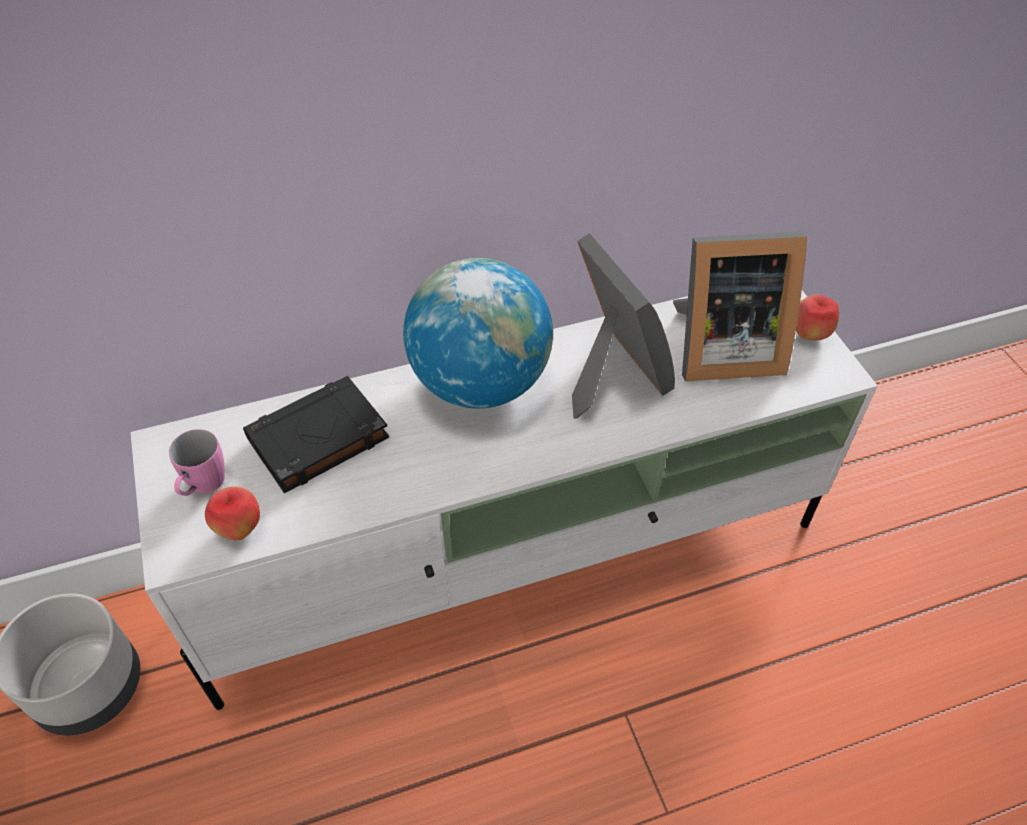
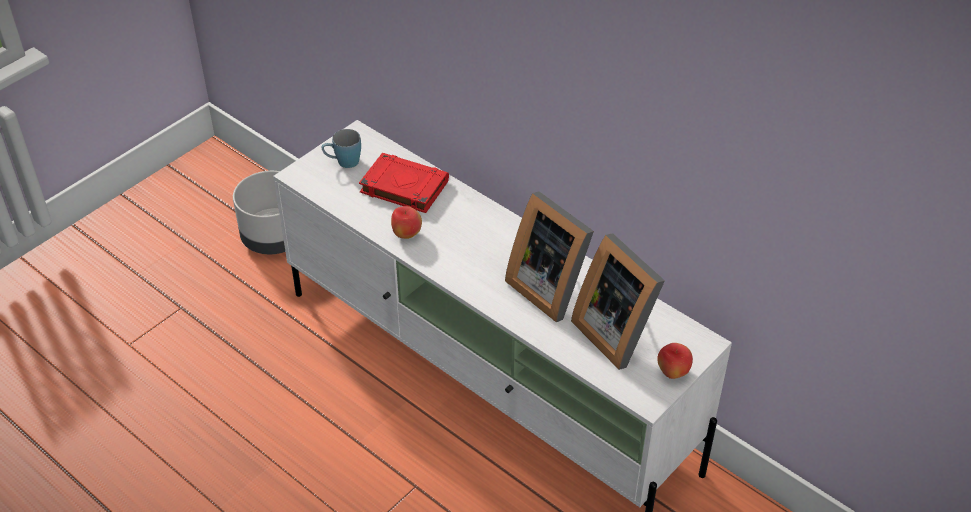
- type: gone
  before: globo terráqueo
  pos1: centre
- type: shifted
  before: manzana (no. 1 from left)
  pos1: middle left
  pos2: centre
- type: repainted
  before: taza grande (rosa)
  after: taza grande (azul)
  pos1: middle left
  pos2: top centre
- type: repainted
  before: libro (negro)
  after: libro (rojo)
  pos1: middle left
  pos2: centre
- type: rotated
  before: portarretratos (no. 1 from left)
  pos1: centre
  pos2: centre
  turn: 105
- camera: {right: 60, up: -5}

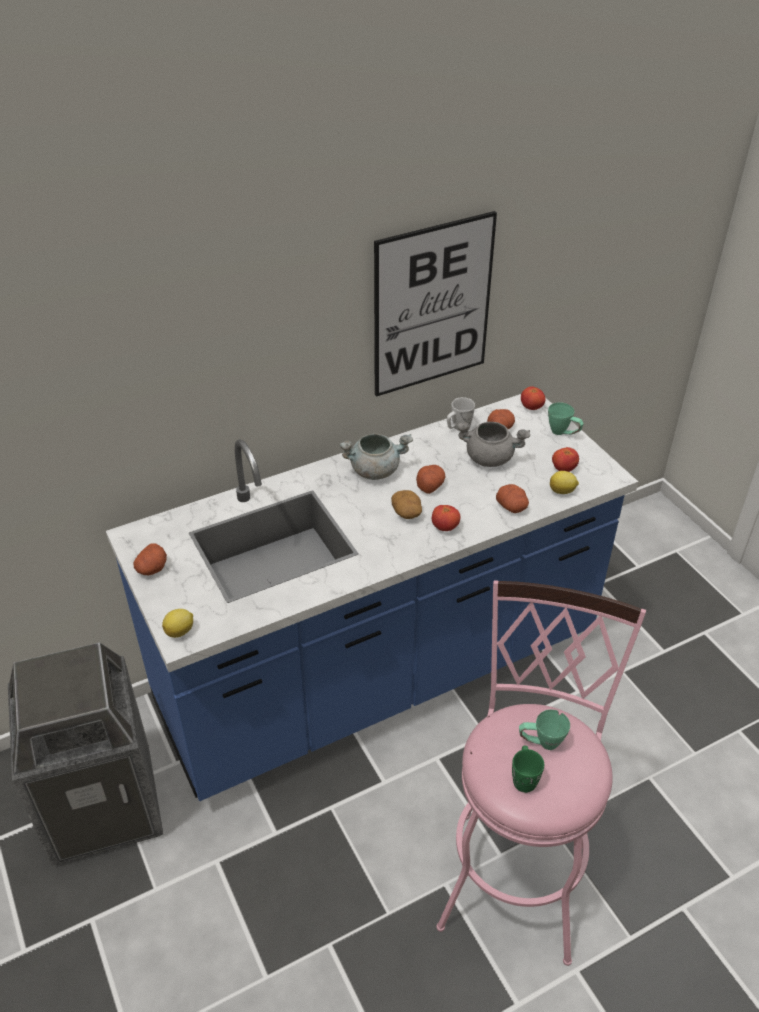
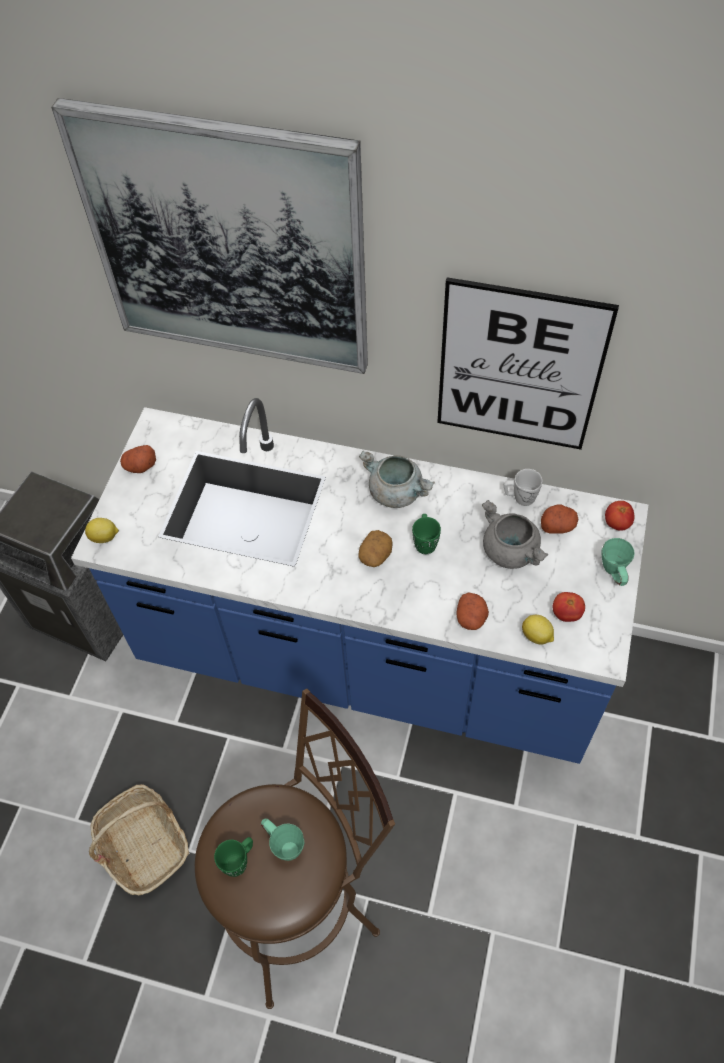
- type: gone
  before: tomate (no. 1 from left)
  pos1: centre
- type: new
  after: cuadro (no. 1 from left)
  pos2: top left
- type: new
  after: cesta
  pos2: bottom left
- type: swapped
  before: patata (no. 3 from left)
  after: taza grande (verde) (no. 3 from left)
  pos1: centre
  pos2: centre
- type: repainted
  before: taburete (rosa)
  after: taburete (marrón)
  pos1: bottom right
  pos2: bottom centre
- camera: {right: 45, up: 15}

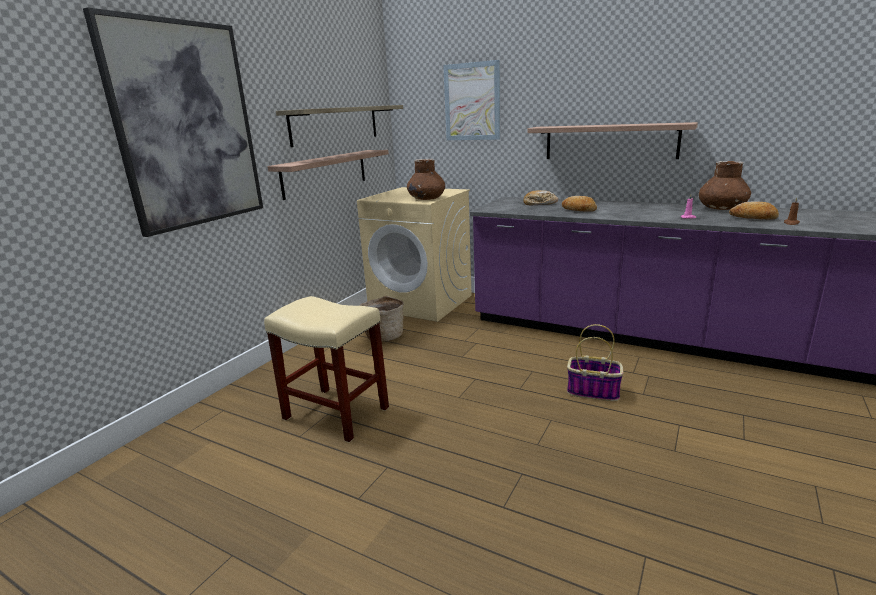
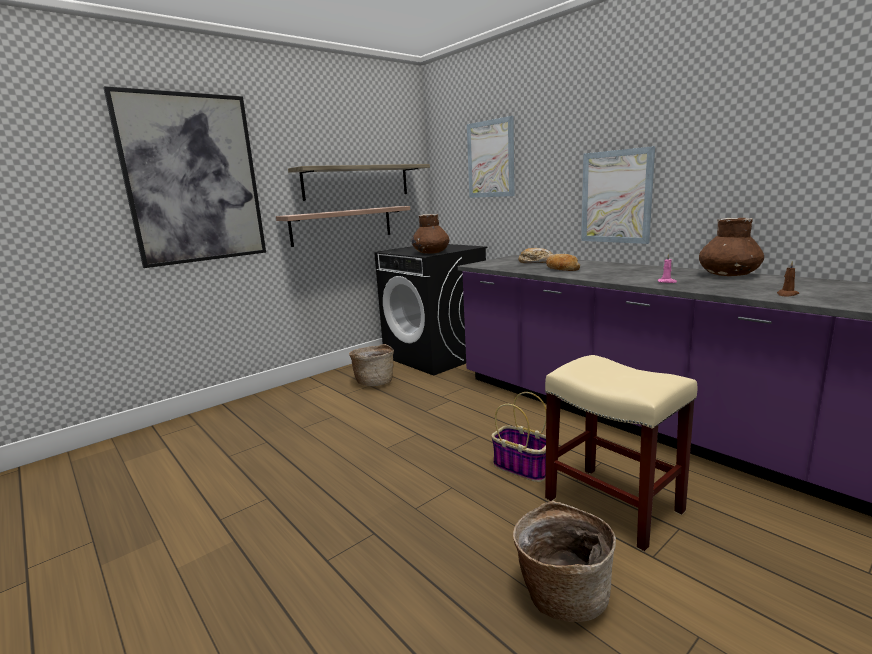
- type: gone
  before: pan (no. 3 from left)
  pos1: middle right
- type: new
  after: cesta (no. 3 from left)
  pos2: bottom centre
- type: shifted
  before: taburete (beis)
  pos1: centre
  pos2: bottom right
- type: swapped
  before: estante (no. 3 from left)
  after: cuadro (no. 3 from left)
  pos1: top right
  pos2: top right
- type: repainted
  before: lavadora (beis)
  after: lavadora (negro)
  pos1: centre
  pos2: centre
- camera: {right: 20, up: -5}

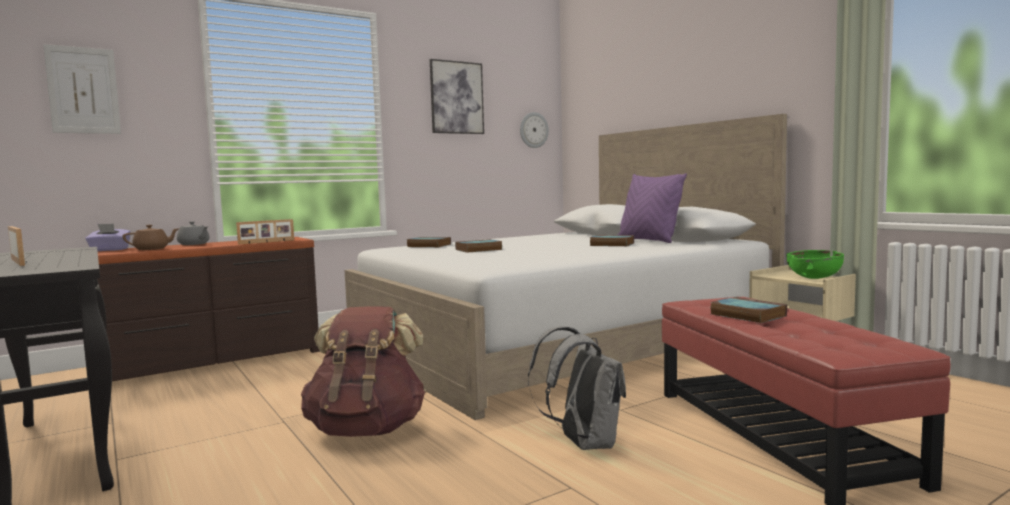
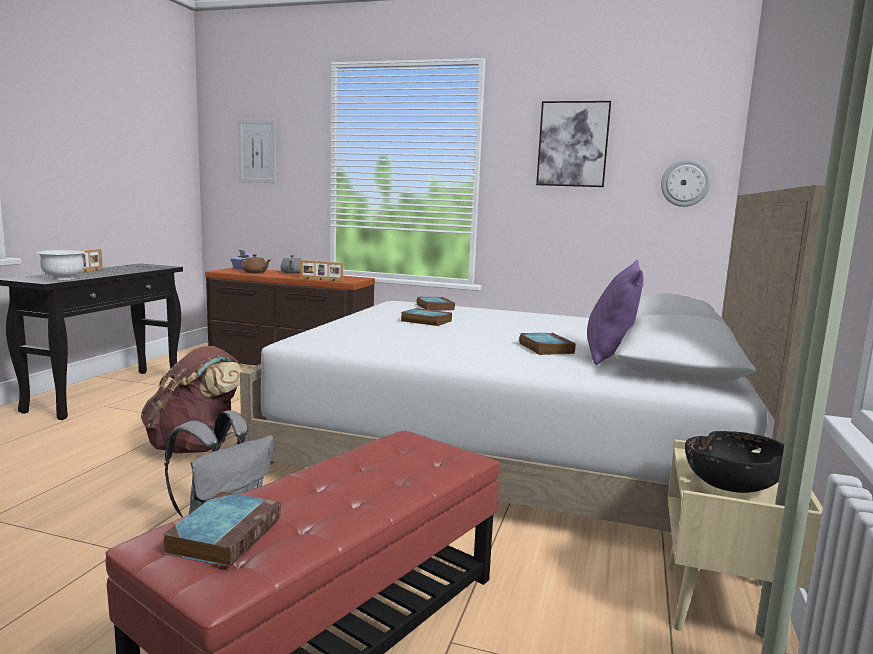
- type: new
  after: cuenco (blanco)
  pos2: middle left
- type: shifted
  before: libro (no. 4 from left in the first image)
  after: libro (no. 1 from left)
  pos1: middle right
  pos2: bottom left
- type: repainted
  before: cuenco (verde)
  after: cuenco (negro)
  pos1: middle right
  pos2: bottom right
- camera: {right: 50, up: 5}

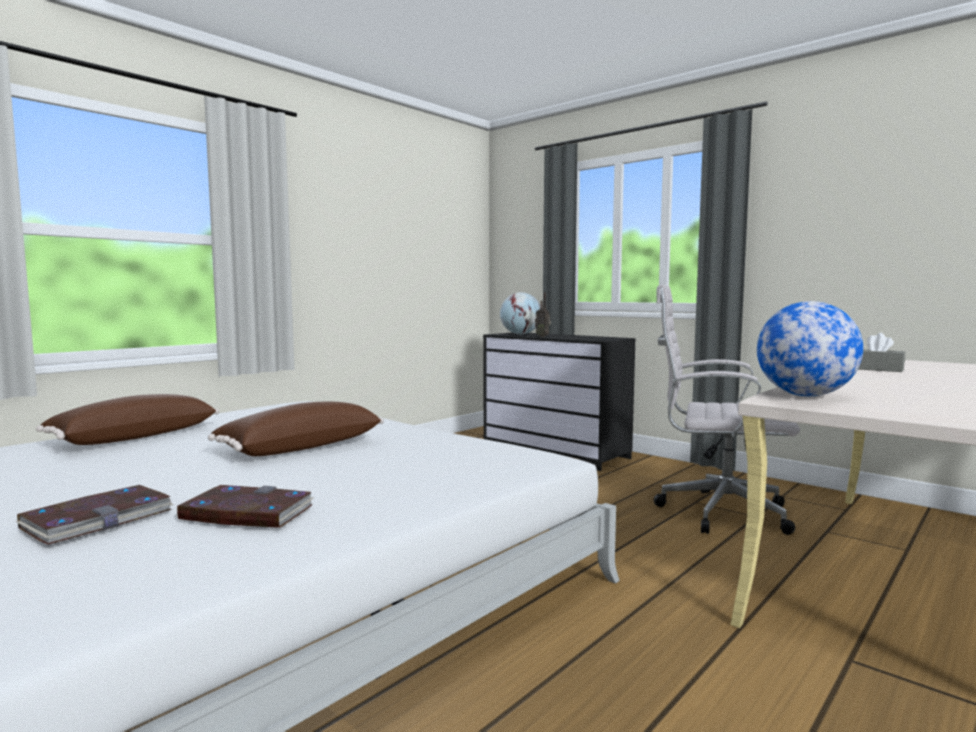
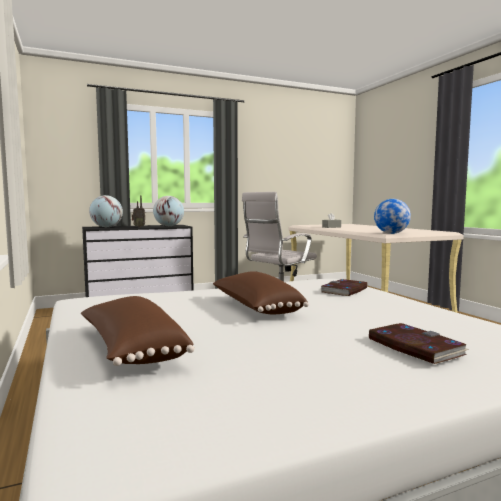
- type: new
  after: globo terráqueo (no. 2 from left)
  pos2: centre
- type: shifted
  before: libro (no. 2 from left in the first image)
  after: libro (no. 1 from left)
  pos1: bottom left
  pos2: middle right
- camera: {right: -65, up: 0}

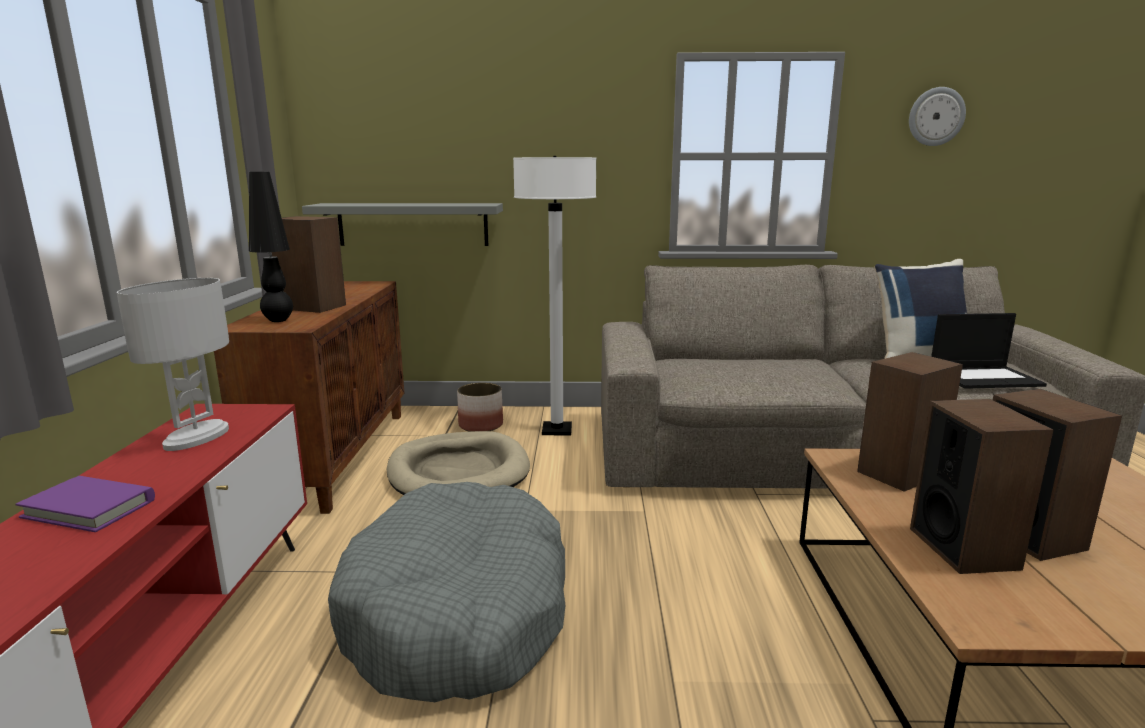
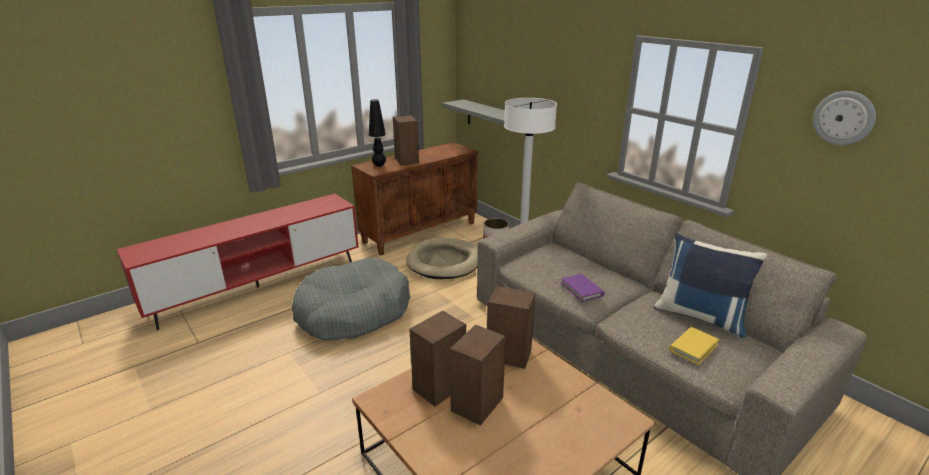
- type: gone
  before: lámpara de mesa (blanco)
  pos1: middle left
- type: shifted
  before: libro (morado)
  pos1: bottom left
  pos2: centre
- type: swapped
  before: portátil
  after: libro (amarillo)
  pos1: middle right
  pos2: bottom right
- camera: {right: 50, up: 10}

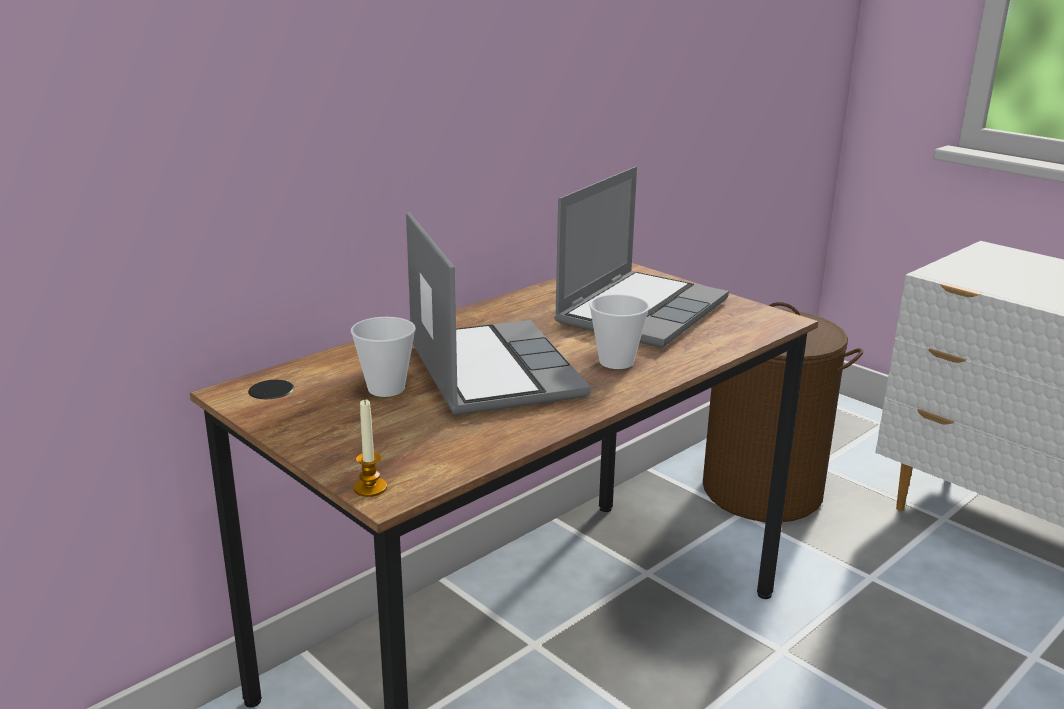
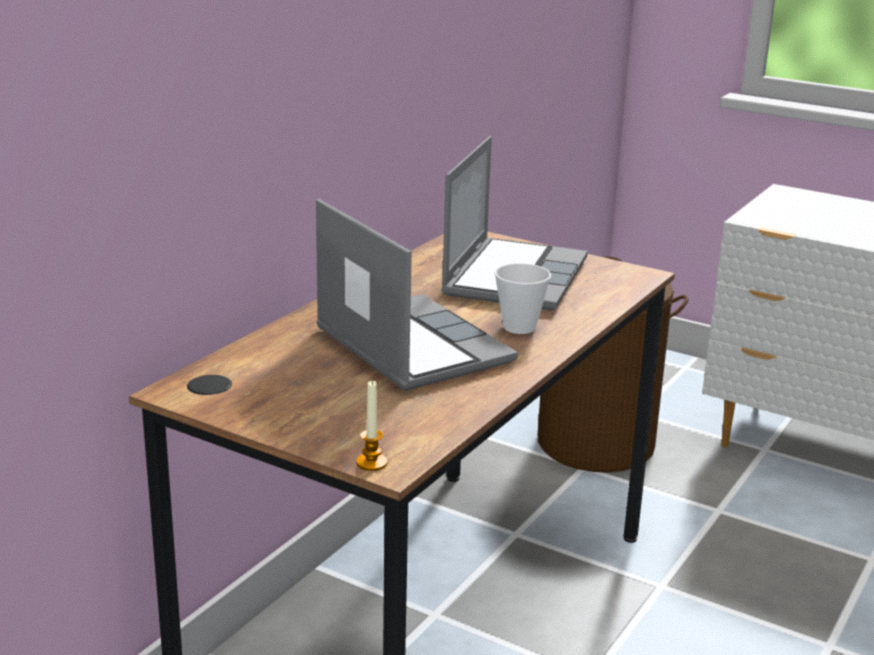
- type: gone
  before: taza (no. 1 from left)
  pos1: centre
- camera: {right: -15, up: 0}

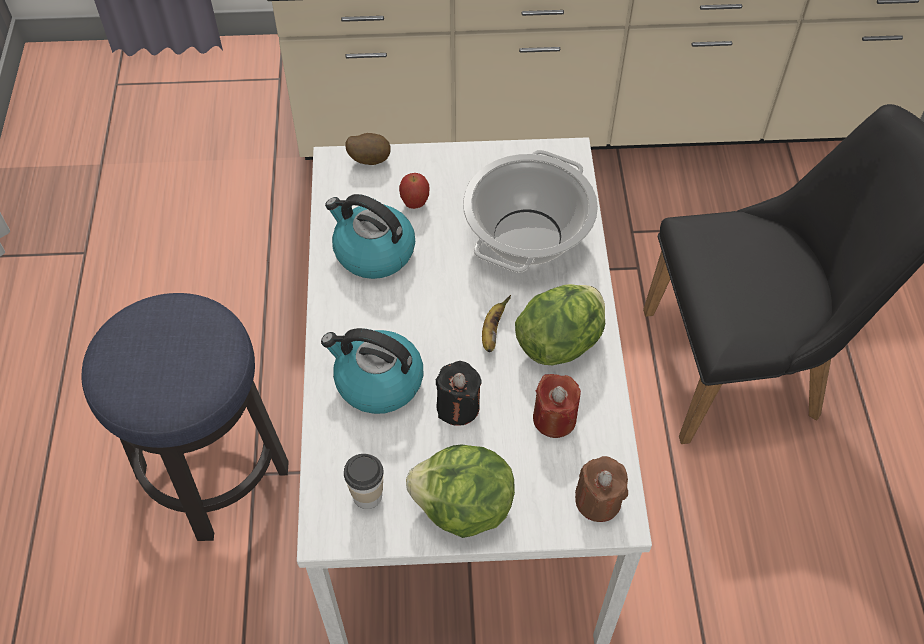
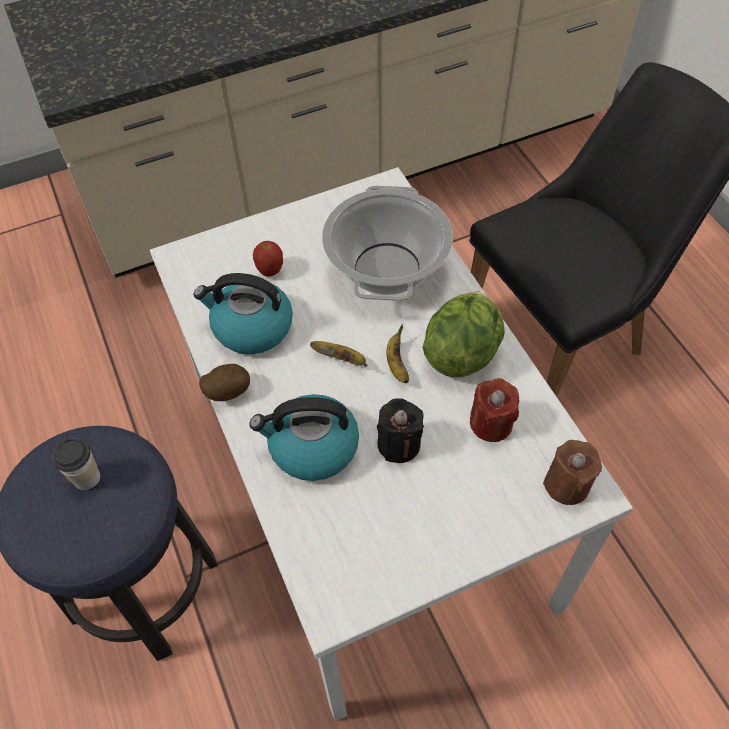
- type: gone
  before: lechuga (no. 1 from left)
  pos1: bottom centre
- type: new
  after: plátano (no. 1 from left)
  pos2: centre
- type: shifted
  before: taza
  pos1: bottom centre
  pos2: middle left
- type: shifted
  before: patata
  pos1: top centre
  pos2: middle left
- camera: {right: -20, up: 0}

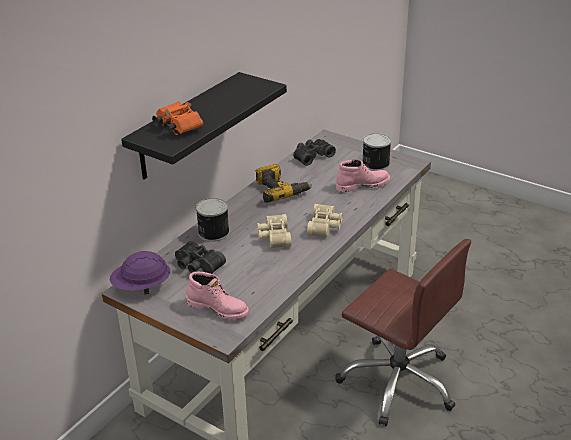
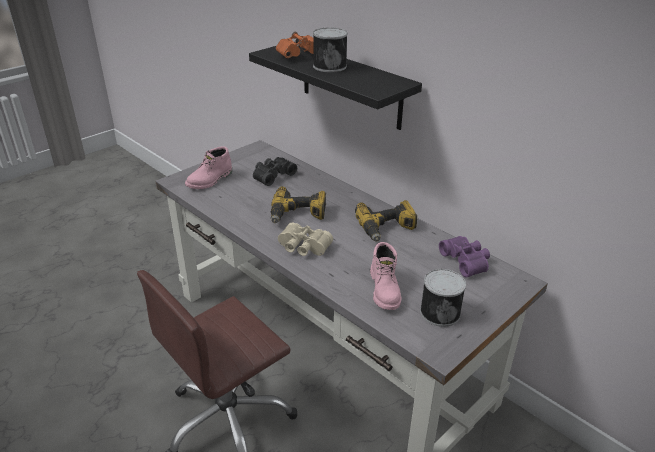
- type: gone
  before: casco (morado)
  pos1: middle left
- type: shifted
  before: lata (no. 1 from left)
  pos1: centre
  pos2: top centre
- type: swapped
  before: prismáticos (beis) (no. 1 from left)
  after: taladro (no. 1 from left)
  pos1: centre
  pos2: centre
- type: repainted
  before: prismáticos (negro) (no. 2 from left)
  after: prismáticos (morado)
  pos1: centre
  pos2: middle right
- camera: {right: 100, up: 0}

